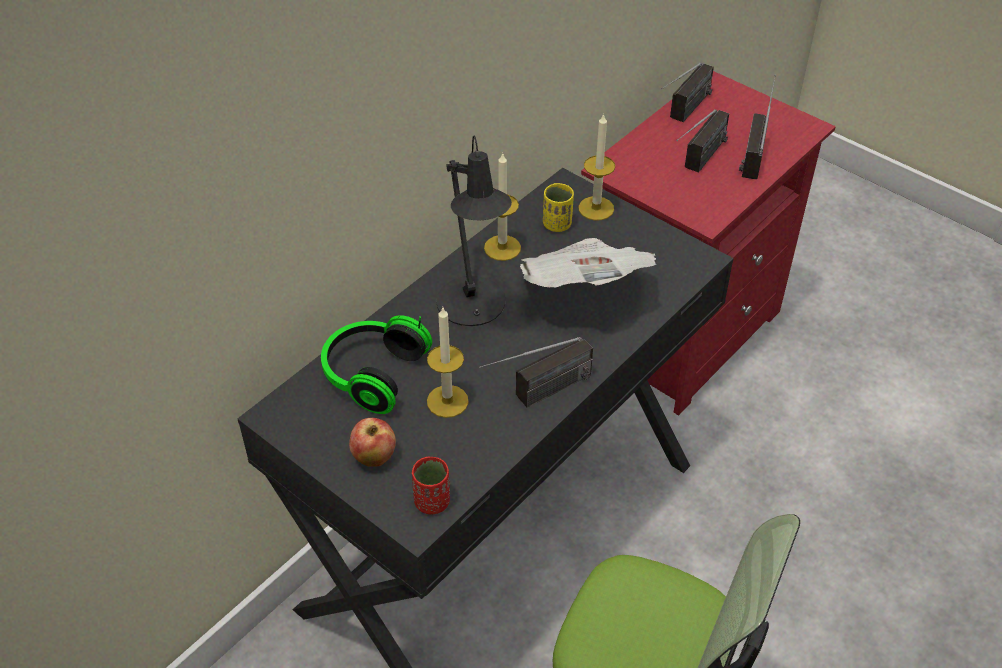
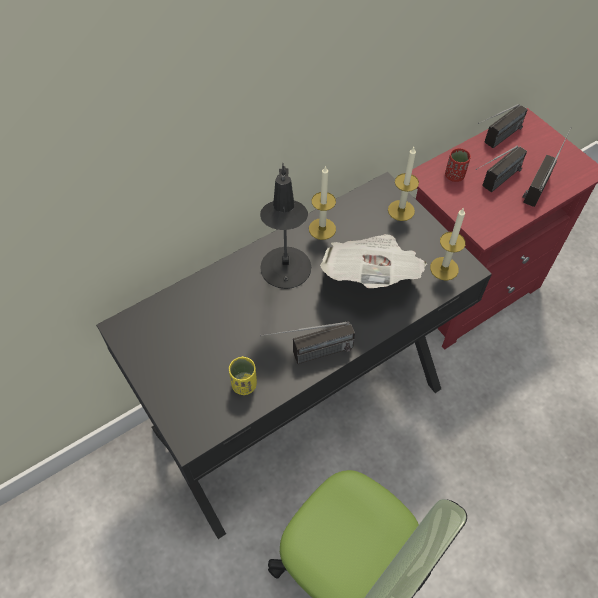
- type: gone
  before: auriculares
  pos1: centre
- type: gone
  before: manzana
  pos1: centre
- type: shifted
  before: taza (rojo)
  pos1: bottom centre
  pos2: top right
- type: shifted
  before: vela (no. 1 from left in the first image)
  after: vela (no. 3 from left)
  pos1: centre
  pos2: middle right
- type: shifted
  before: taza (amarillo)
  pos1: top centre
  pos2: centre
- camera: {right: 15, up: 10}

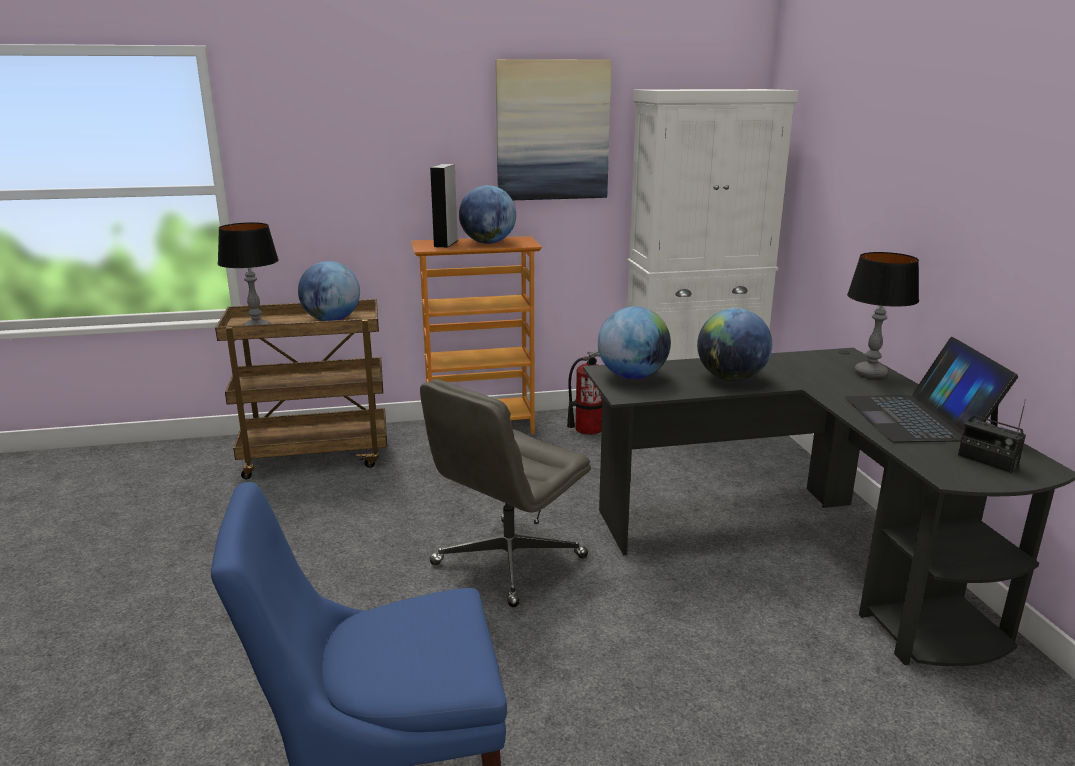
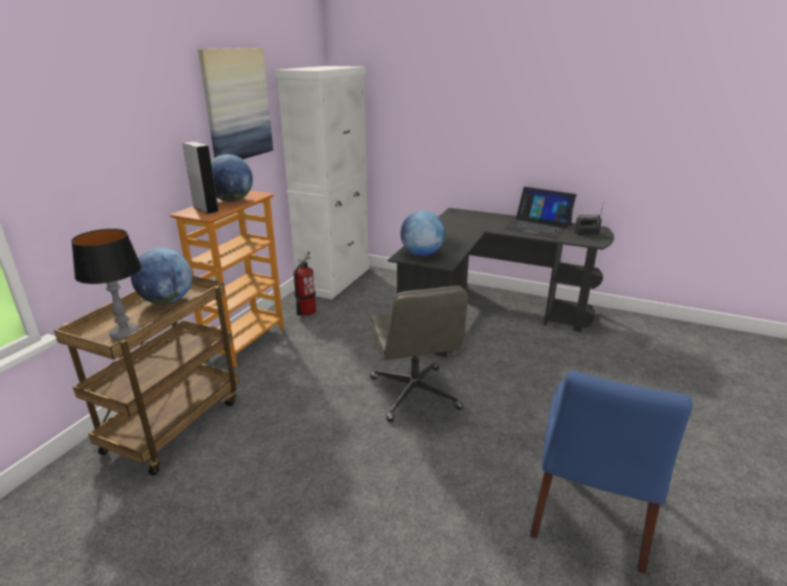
- type: gone
  before: globo terráqueo (no. 4 from left)
  pos1: middle right
- type: gone
  before: lámpara de mesa (no. 2 from left)
  pos1: middle right
- camera: {right: -55, up: 5}

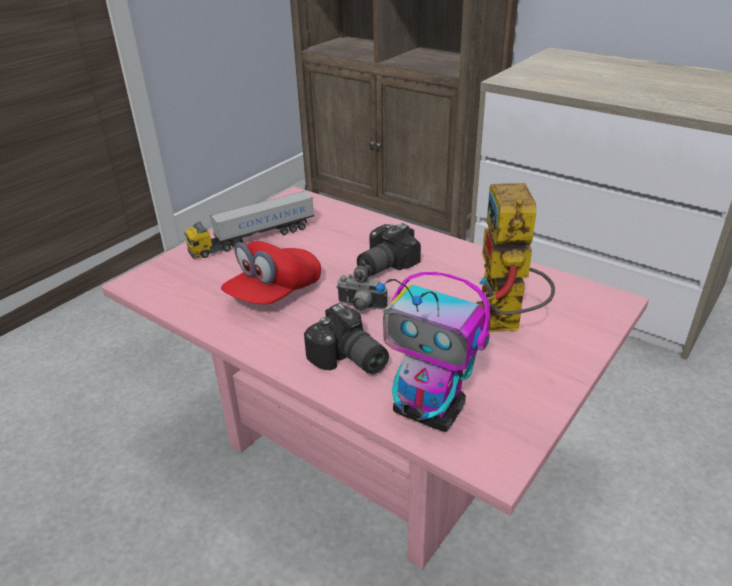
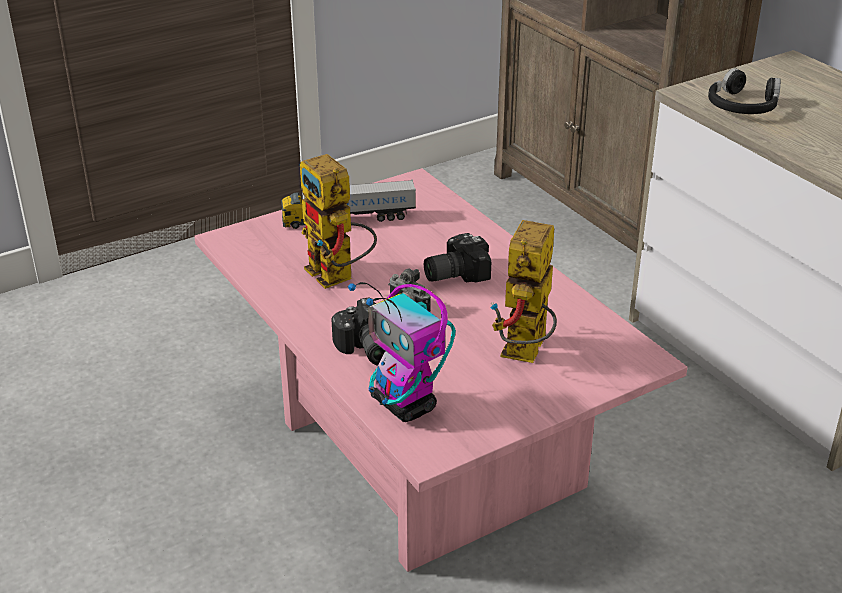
- type: new
  after: auriculares (negro)
  pos2: top right
- type: swapped
  before: gorra (rojo)
  after: robot de juguete (no. 1 from left)
  pos1: centre
  pos2: centre
- camera: {right: 20, up: 0}

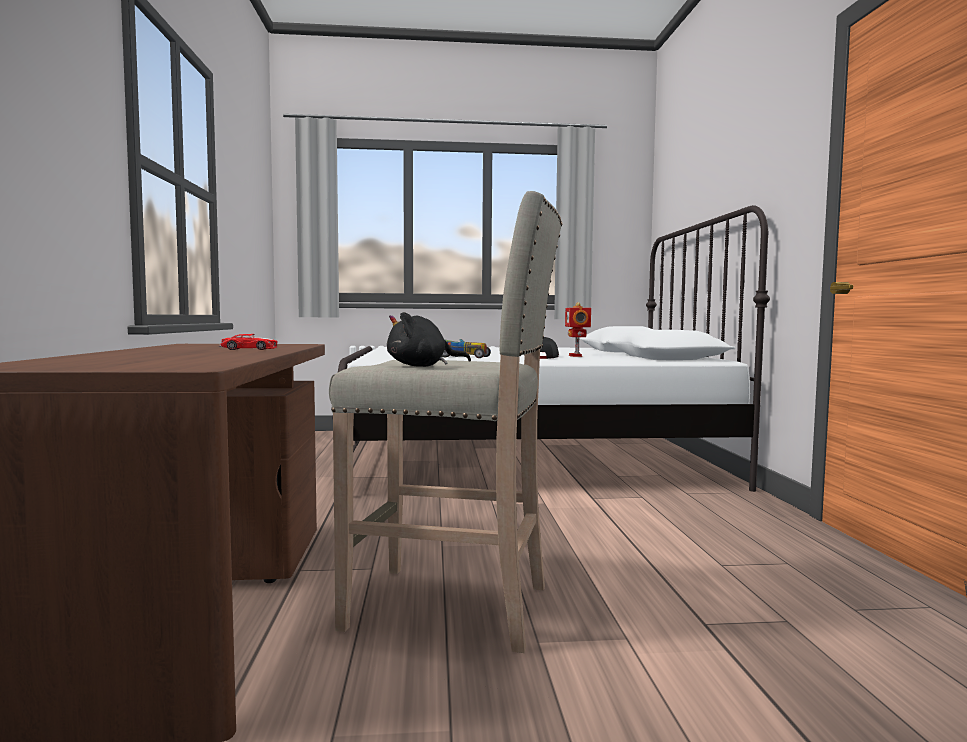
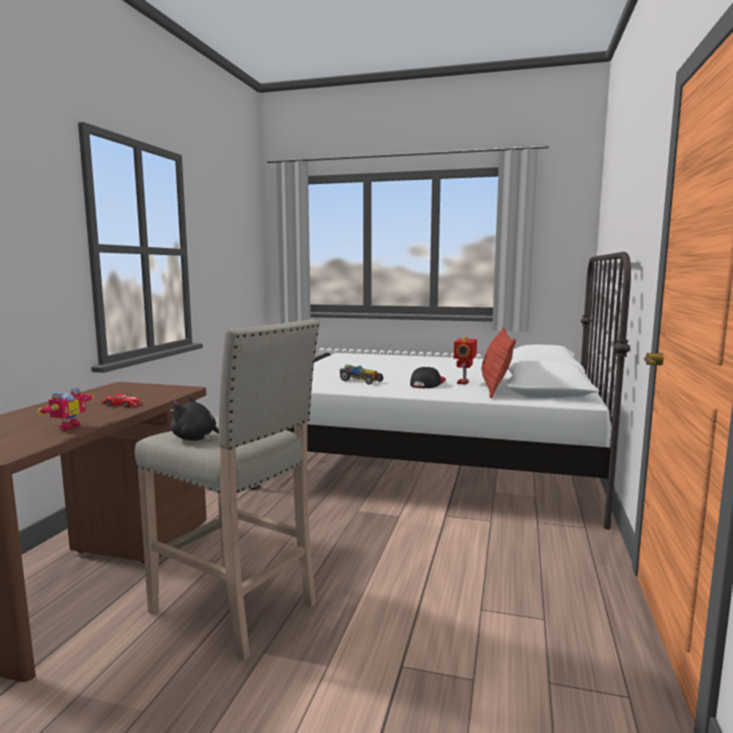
- type: new
  after: robot de juguete (no. 1 from left)
  pos2: middle left
- type: new
  after: cojín
  pos2: middle right
- camera: {right: 20, up: 5}

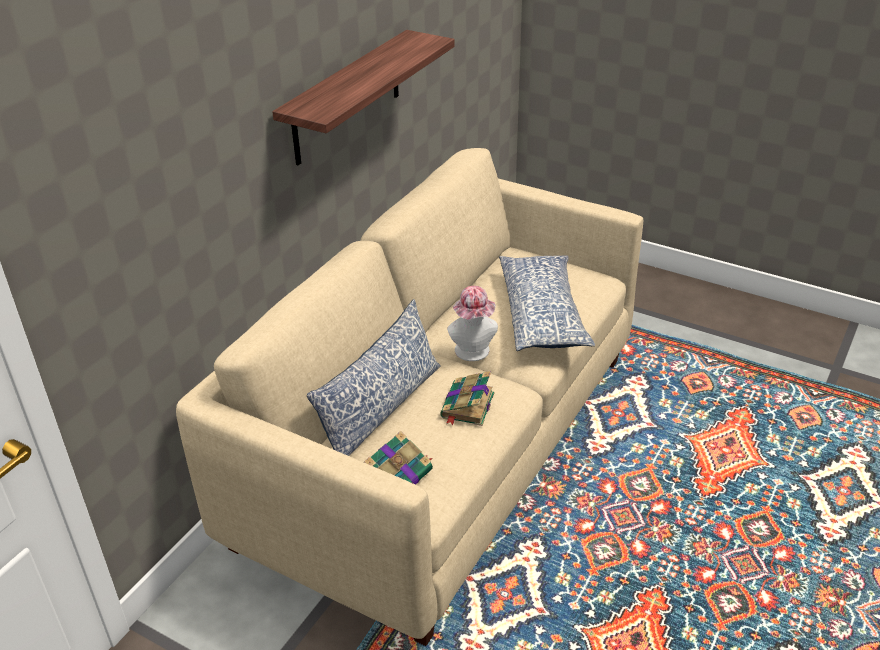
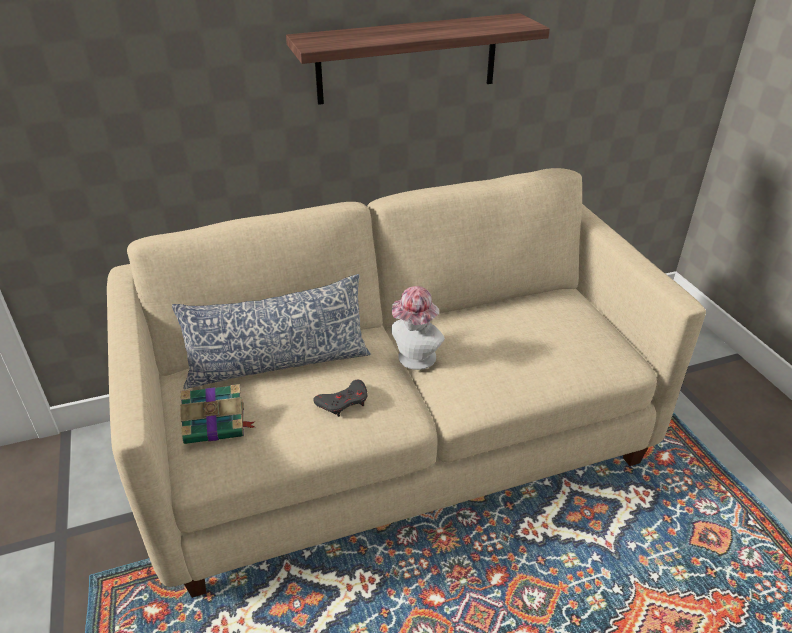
- type: gone
  before: cojín (no. 2 from left)
  pos1: centre
- type: swapped
  before: libro (no. 2 from left)
  after: mando de consola (gris)
  pos1: centre
  pos2: centre
- camera: {right: 40, up: 0}

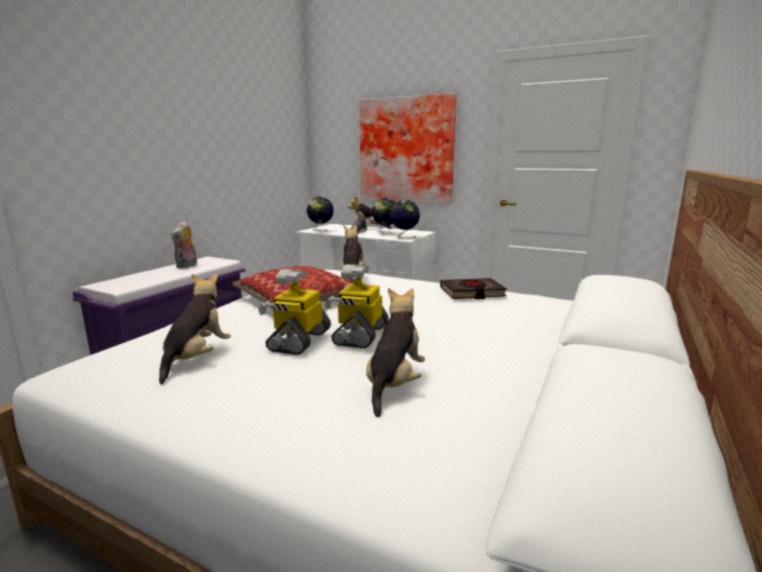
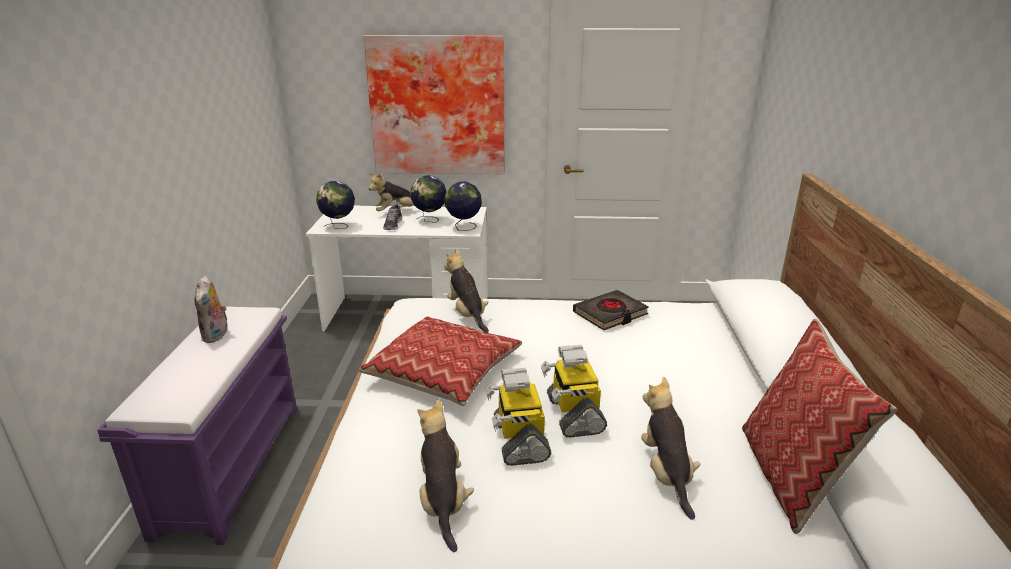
- type: new
  after: cojín (no. 2 from left)
  pos2: bottom right
- camera: {right: -25, up: 10}

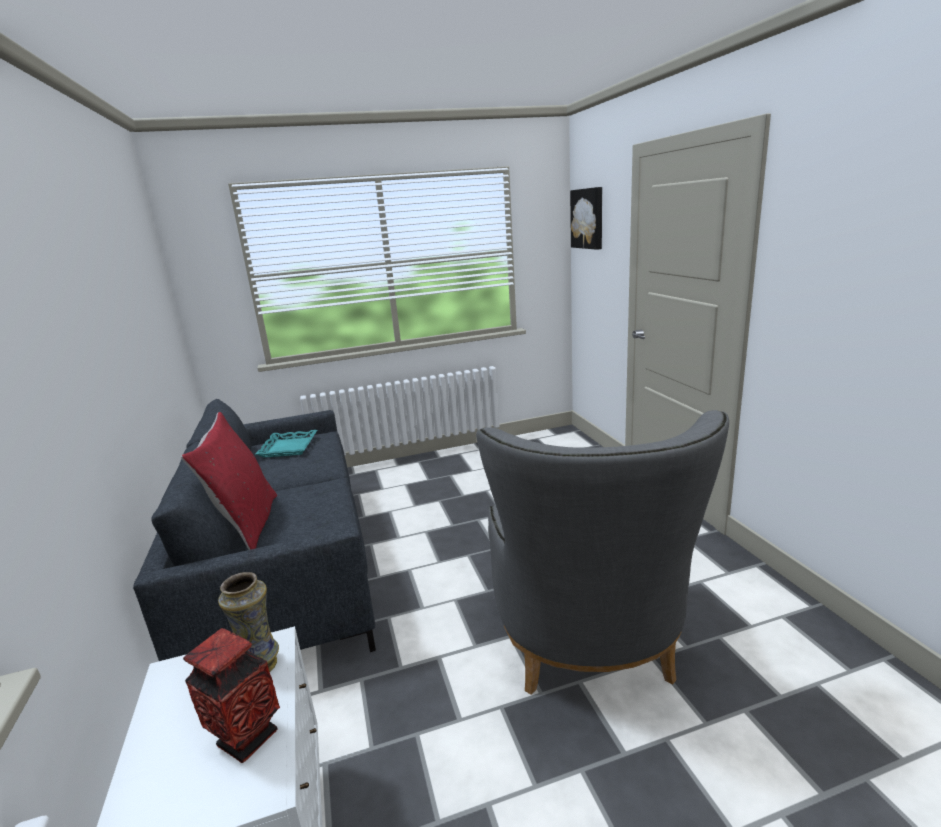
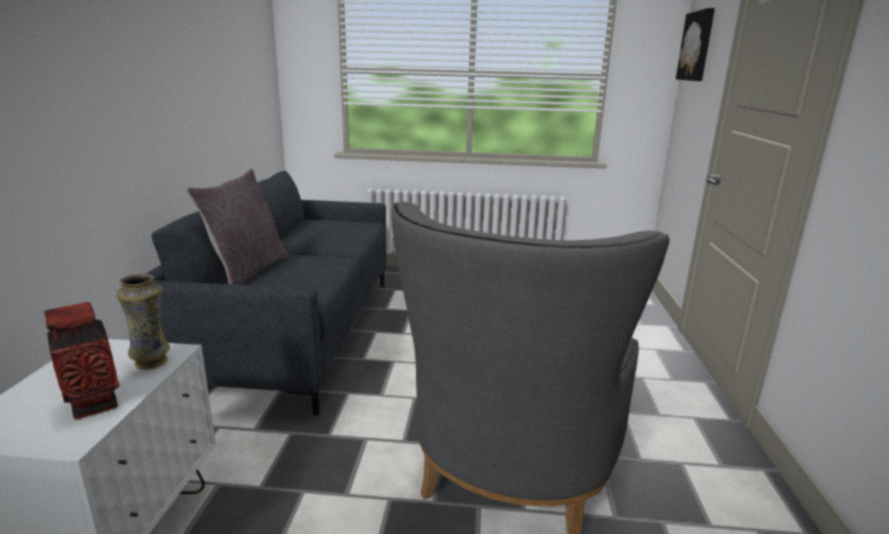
- type: gone
  before: bandeja (turquesa)
  pos1: middle left
- type: repainted
  before: cojín (rojo)
  after: cojín (gris)
  pos1: middle left
  pos2: middle left
- camera: {right: 20, up: 0}

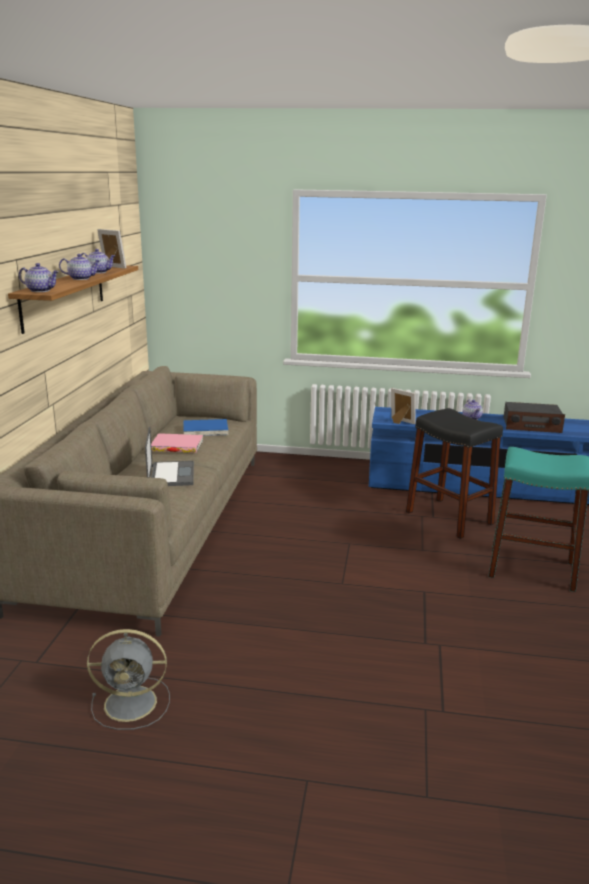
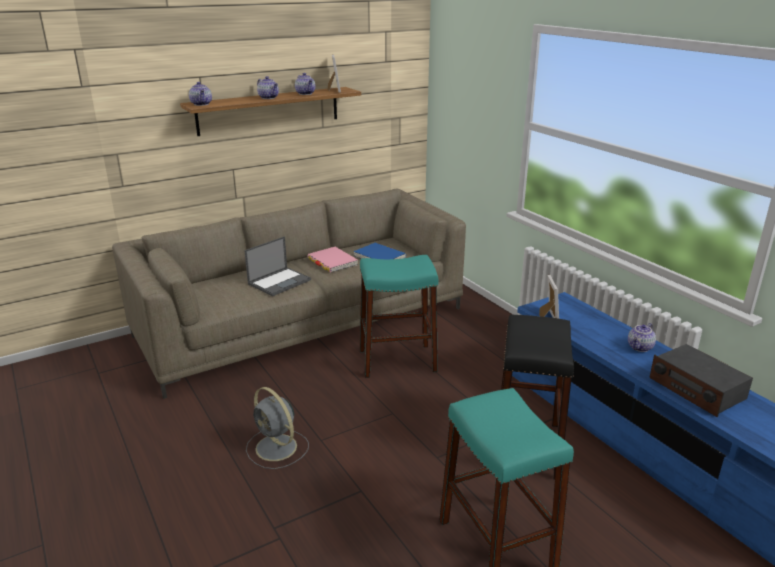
- type: new
  after: taburete (turquesa) (no. 1 from left)
  pos2: centre
- type: shifted
  before: ventilador (gris)
  pos1: bottom left
  pos2: bottom centre
- camera: {right: 50, up: 5}

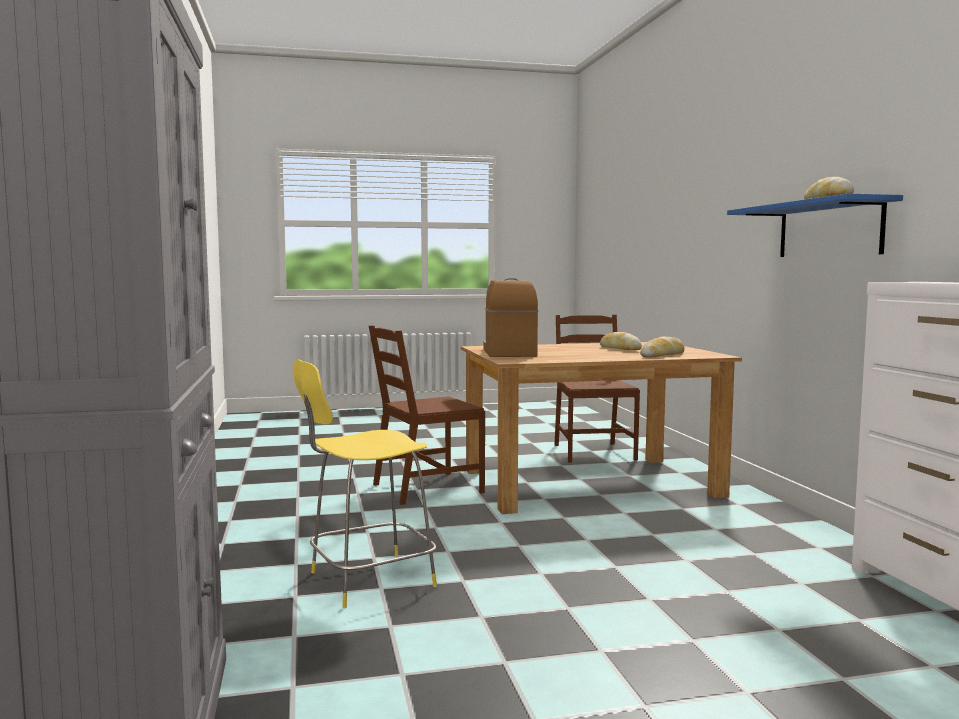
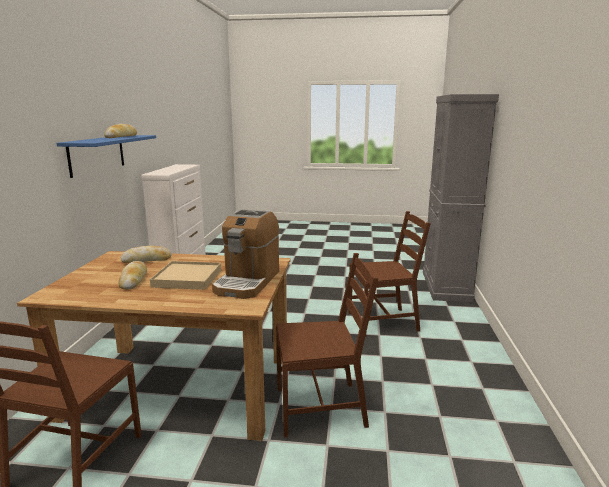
- type: new
  after: bandeja (beis)
  pos2: middle left
- type: swapped
  before: taburete (amarillo)
  after: silla (marrón) (no. 3 from left)
  pos1: bottom centre
  pos2: centre
- camera: {right: -160, up: 10}

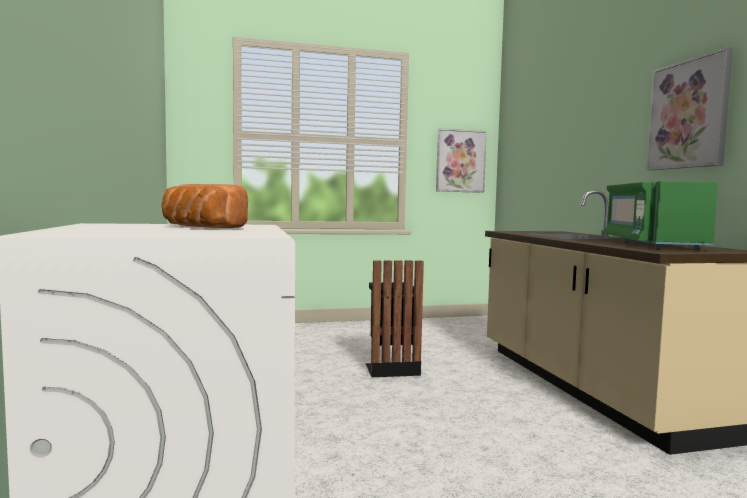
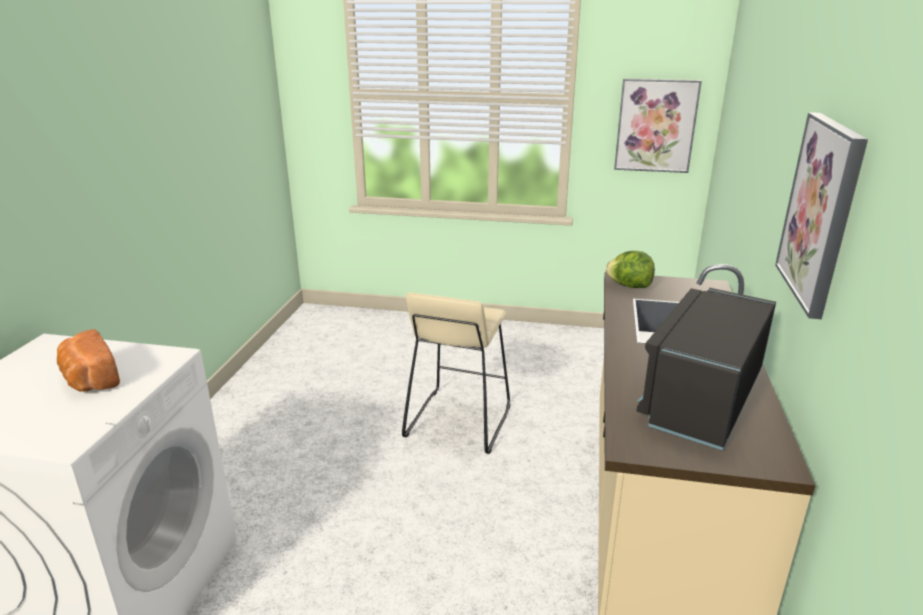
- type: new
  after: lechuga
  pos2: middle right
- type: swapped
  before: papelera (negro)
  after: taburete (beis)
  pos1: centre
  pos2: centre
- type: repainted
  before: microondas (verde)
  after: microondas (negro)
  pos1: middle right
  pos2: middle right
- camera: {right: 25, up: 20}

